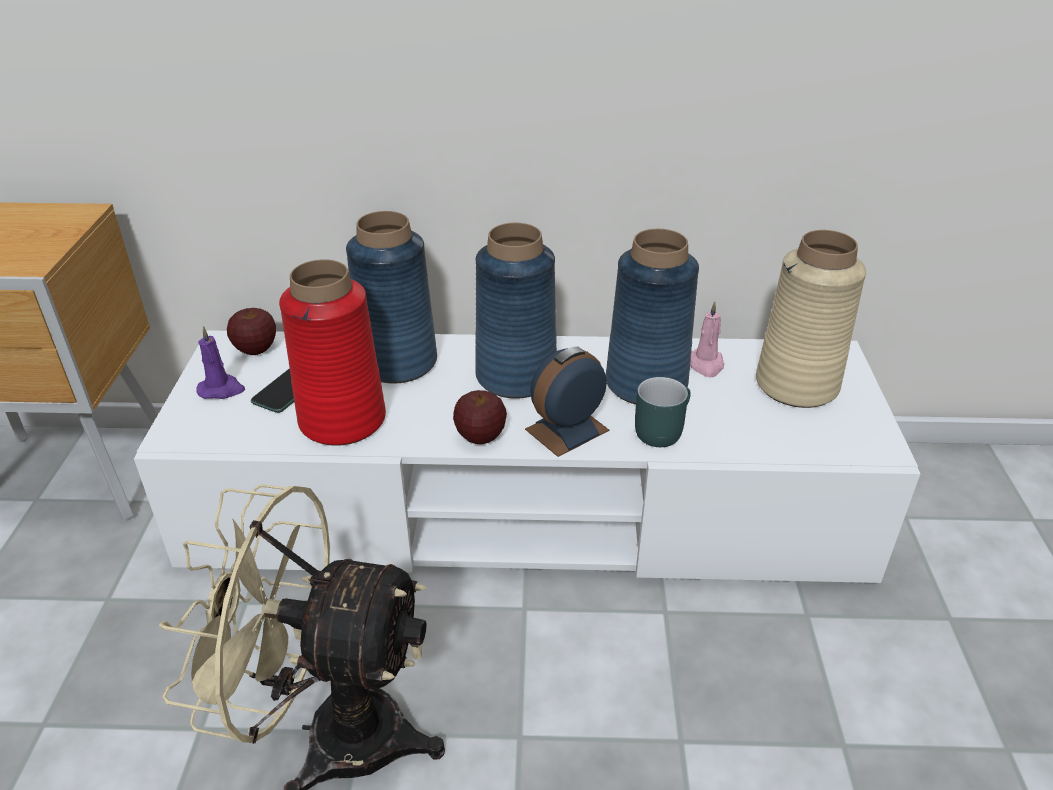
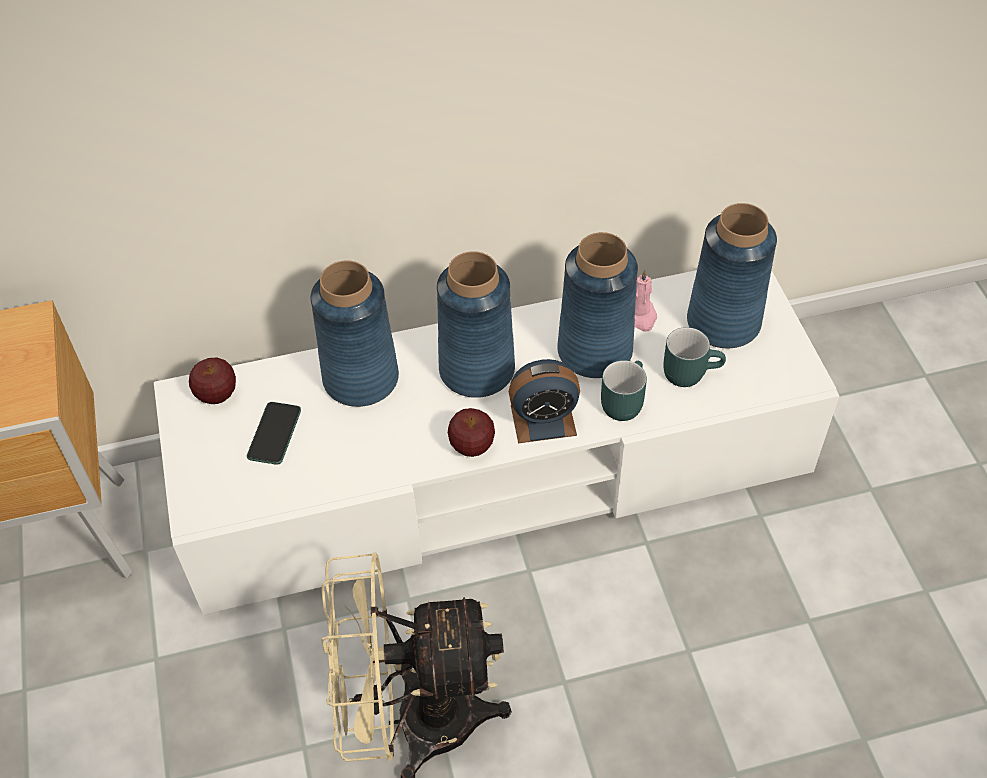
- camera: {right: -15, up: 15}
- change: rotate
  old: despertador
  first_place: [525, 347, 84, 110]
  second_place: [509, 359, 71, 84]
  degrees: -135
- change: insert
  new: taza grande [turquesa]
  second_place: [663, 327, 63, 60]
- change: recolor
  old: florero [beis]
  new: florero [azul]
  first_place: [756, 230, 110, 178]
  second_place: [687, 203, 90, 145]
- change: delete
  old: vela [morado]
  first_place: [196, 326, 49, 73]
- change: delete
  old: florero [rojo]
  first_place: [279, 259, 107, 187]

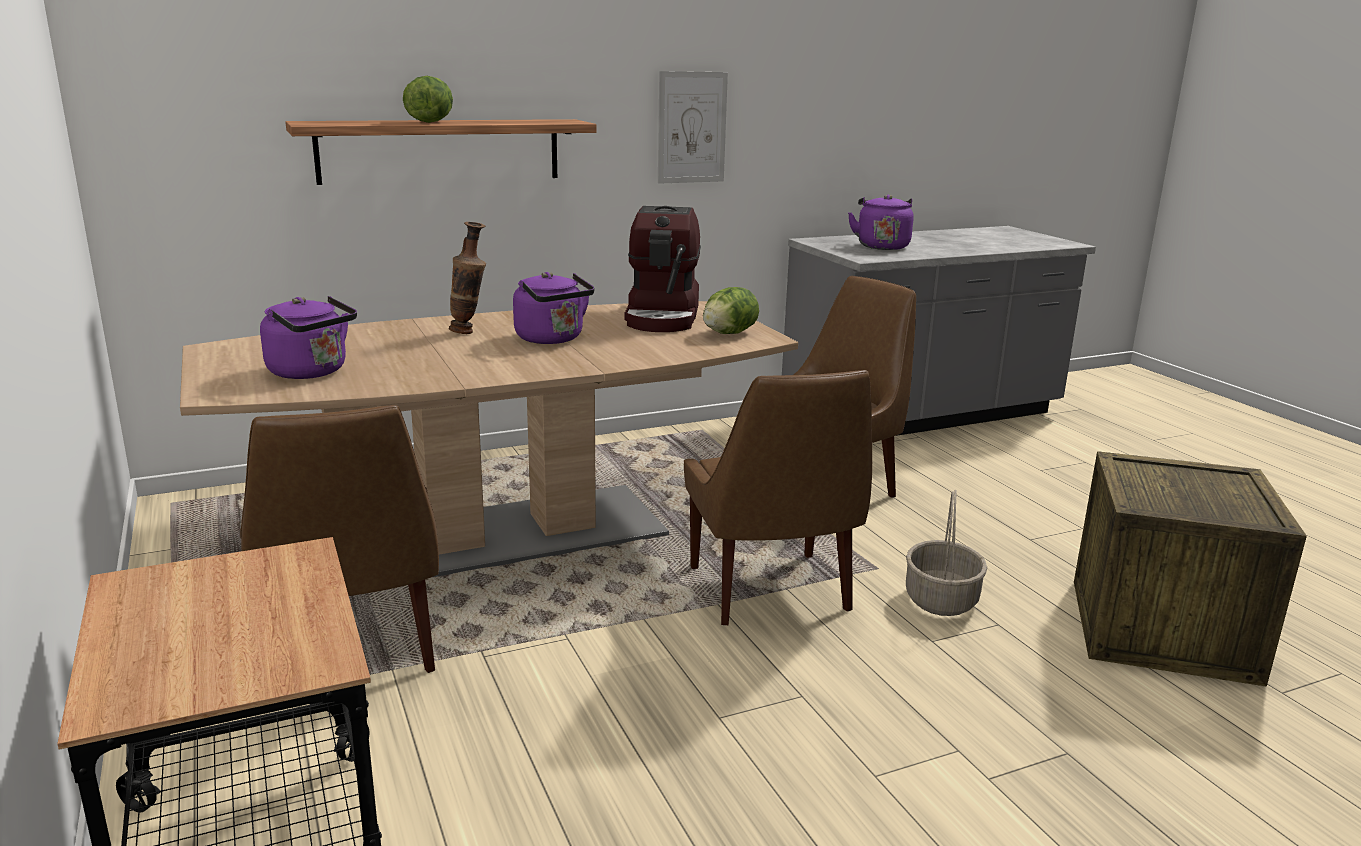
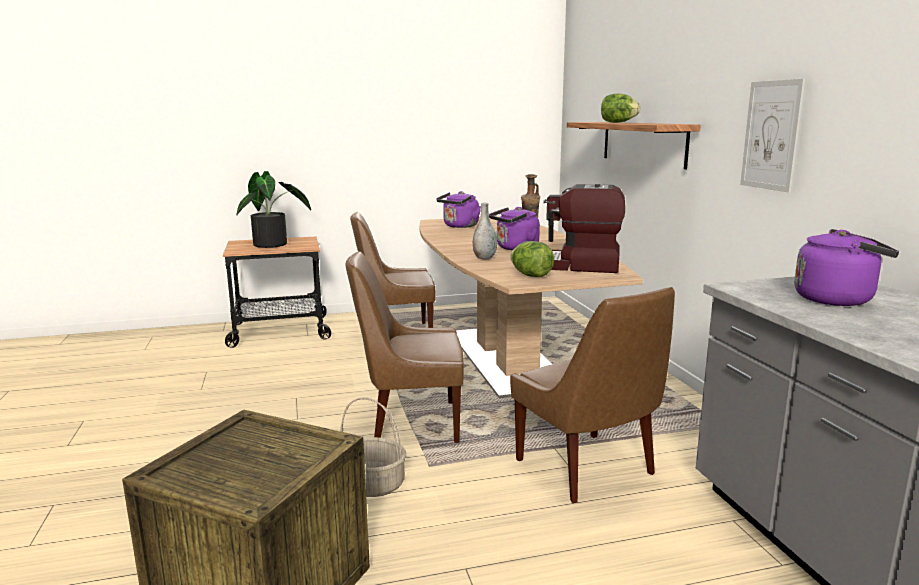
- camera: {right: 100, up: -5}
- change: insert
  new: planta en maceta
  second_place: [237, 171, 74, 77]
- change: insert
  new: florero [gris]
  second_place: [473, 203, 24, 56]

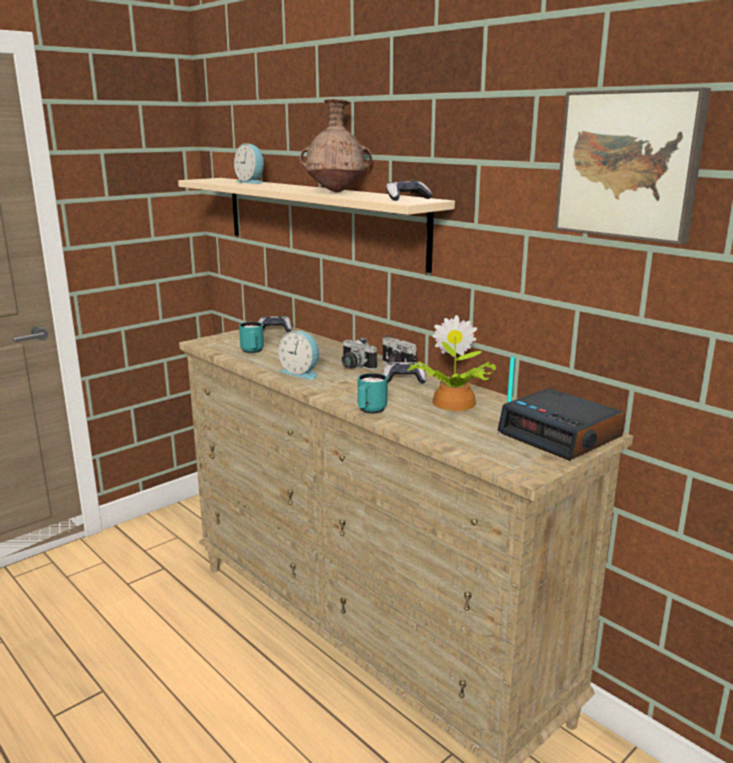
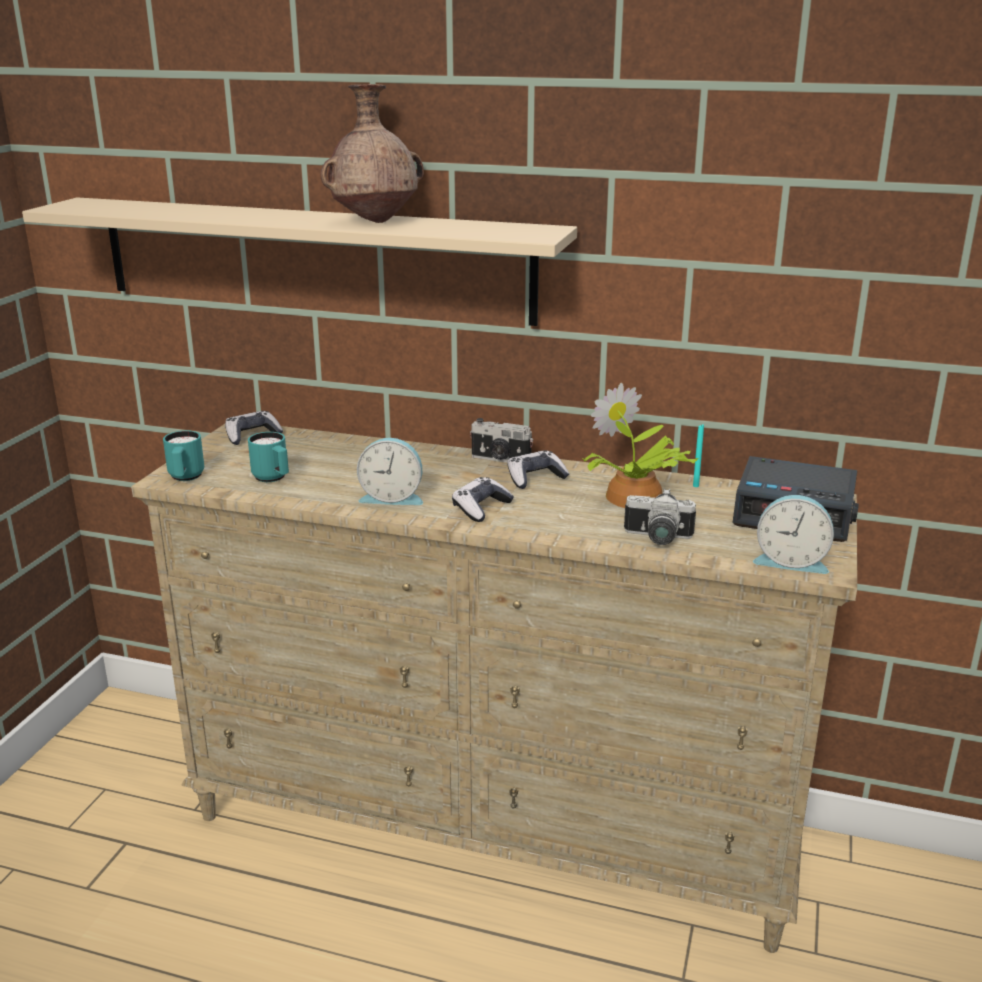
- camera: {right: -30, up: 5}
- change: move
  old: taza grande [turquesa]
  first_place: [358, 373, 30, 41]
  second_place: [163, 431, 41, 50]
- change: move
  old: mando de consola
  first_place: [386, 180, 47, 21]
  second_place: [452, 477, 62, 45]
- change: move
  old: cámara
  first_place: [341, 337, 36, 33]
  second_place: [624, 488, 72, 57]
- change: move
  old: despertador
  first_place: [234, 143, 30, 41]
  second_place: [753, 495, 81, 79]
- change: delete
  old: cuadro
  first_place: [554, 87, 157, 158]

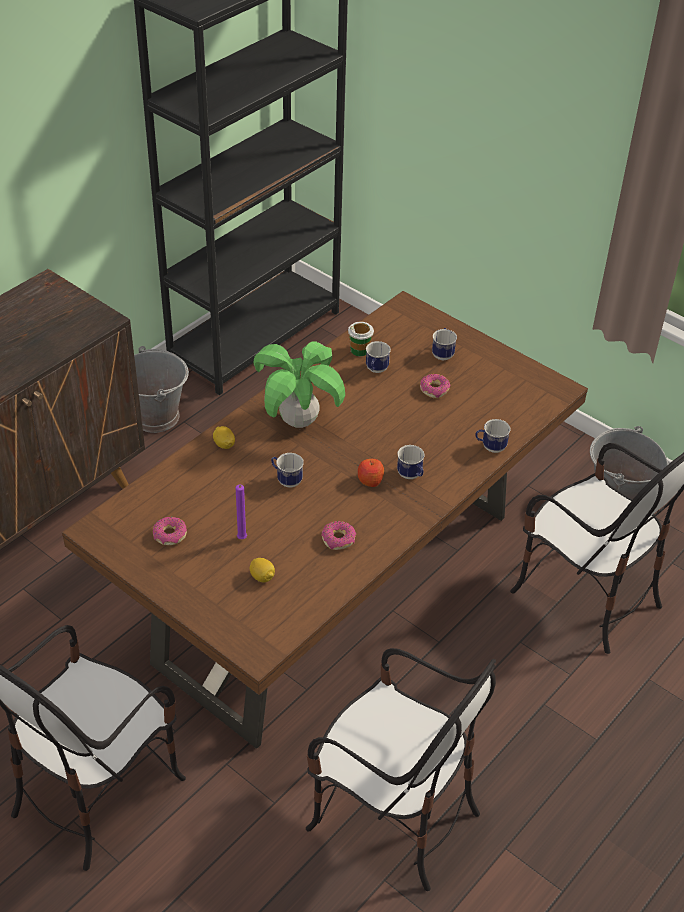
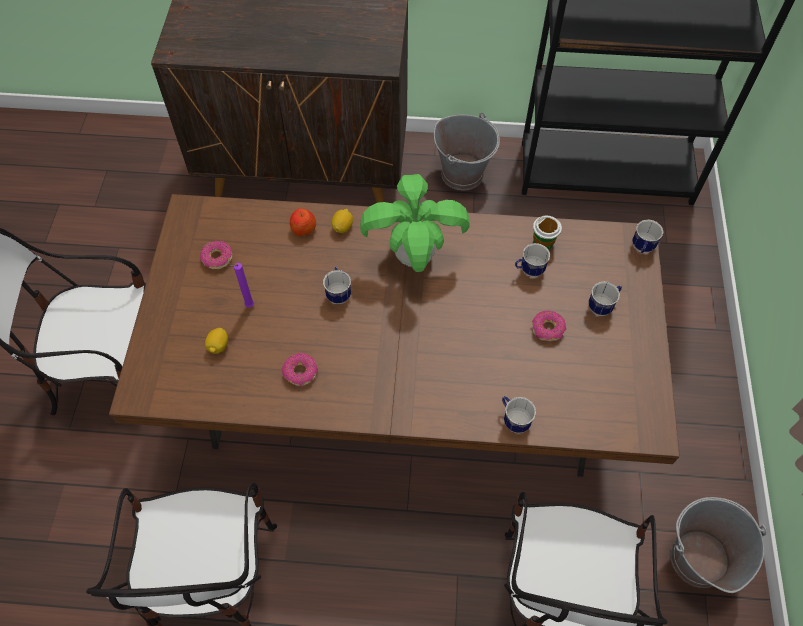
- camera: {right: 55, up: 15}
- change: move
  old: manzana
  first_place: [358, 459, 26, 28]
  second_place: [290, 209, 26, 27]
- change: move
  old: taza grande
  first_place: [397, 445, 27, 34]
  second_place: [632, 220, 31, 33]

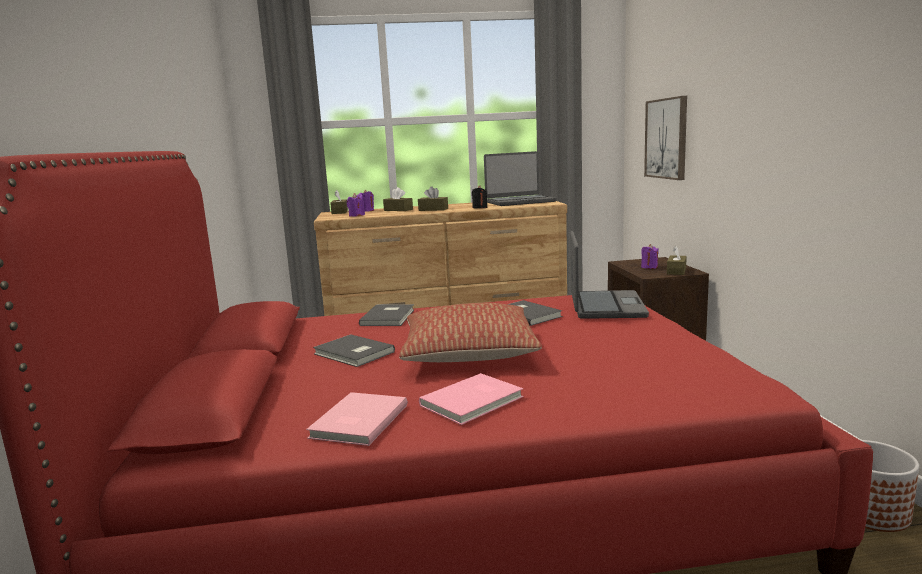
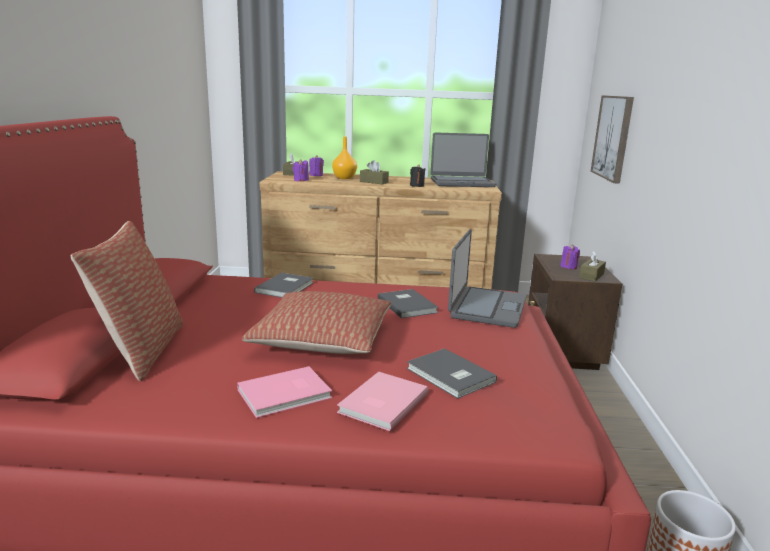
- camera: {right: 10, up: 5}
- change: insert
  new: cojín
  second_place: [71, 221, 112, 160]
- change: replace
  old: caja de pañuelos [marrón]
  new: florero [naranja]
  first_place: [383, 187, 30, 24]
  second_place: [332, 137, 25, 42]
- change: move
  old: libro [rosa]
  first_place: [306, 392, 102, 54]
  second_place: [337, 372, 91, 59]
- change: move
  old: libro [gris]
  first_place: [313, 334, 82, 33]
  second_place: [407, 348, 90, 51]

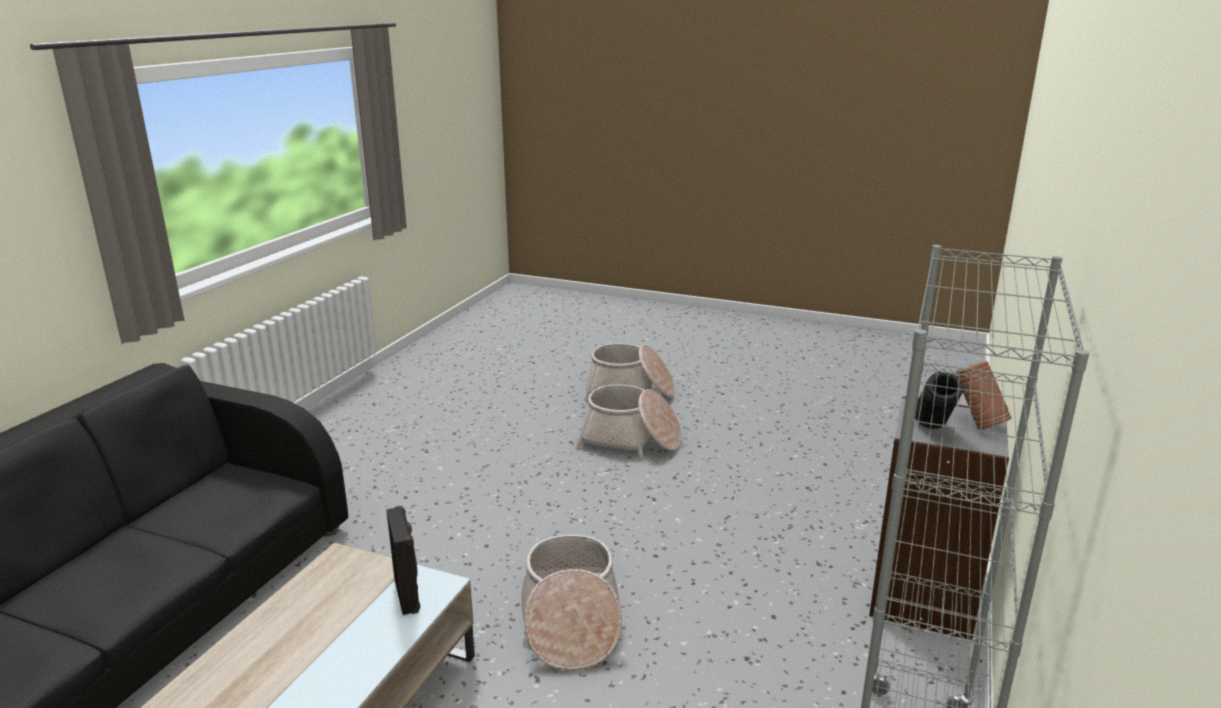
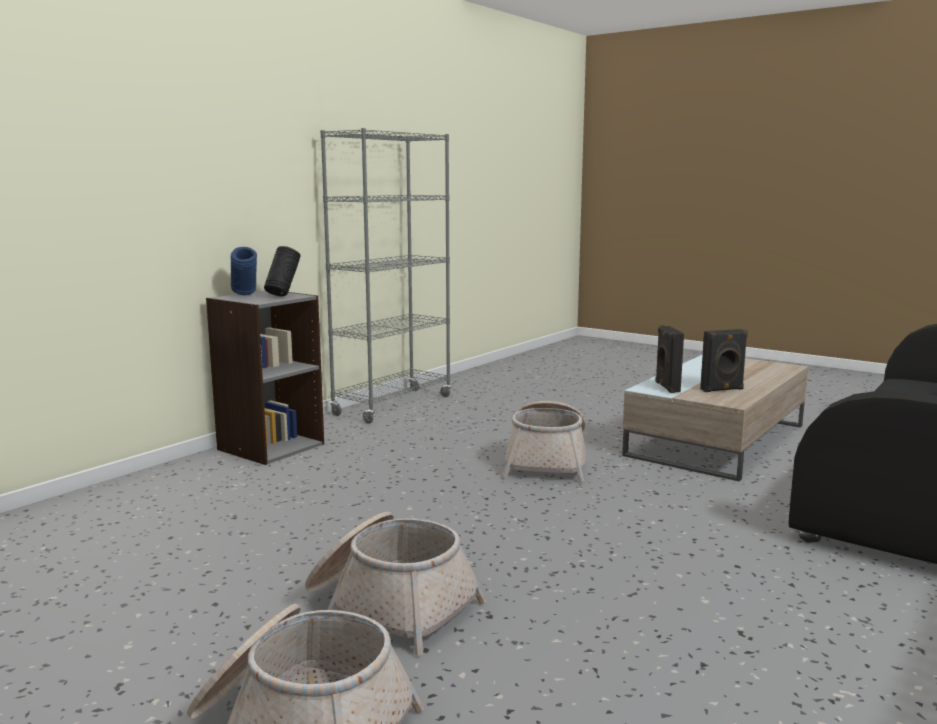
- camera: {right: -165, up: -10}
- change: recolor
  old: florero [marrón]
  new: florero [azul]
  first_place: [956, 361, 55, 68]
  second_place: [231, 247, 26, 48]
- change: insert
  new: altavoz [negro]
  second_place: [700, 329, 48, 63]

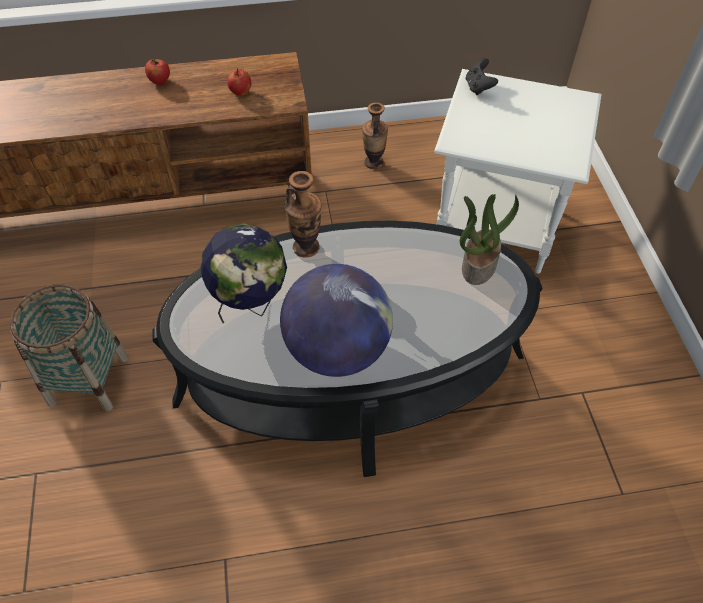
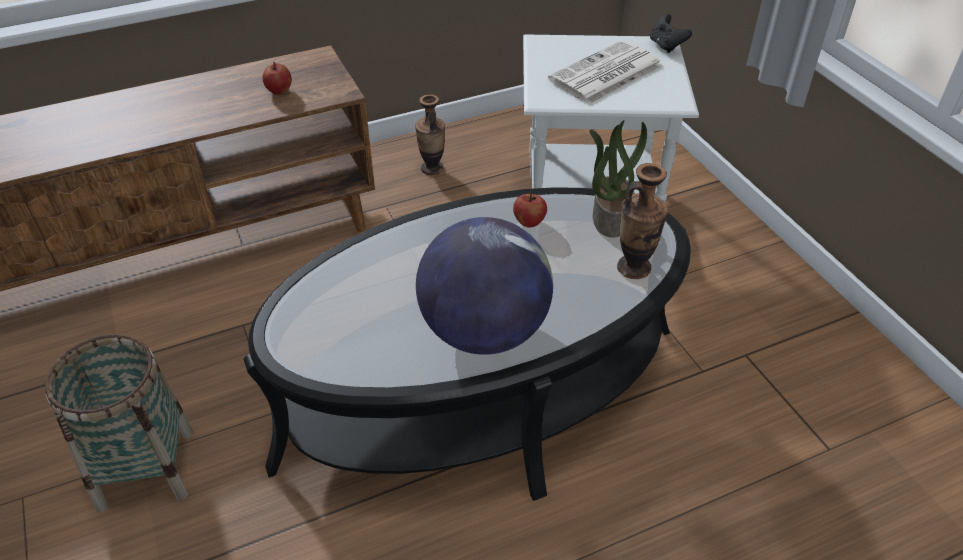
- camera: {right: -15, up: -10}
- change: move
  old: manzana
  first_place: [145, 58, 25, 27]
  second_place: [513, 193, 34, 35]
- change: insert
  new: periódico
  second_place: [548, 40, 114, 65]
- change: move
  old: florero
  first_place: [284, 171, 38, 87]
  second_place: [617, 163, 51, 116]
- change: move
  old: mando de consola [negro]
  first_place: [465, 58, 33, 37]
  second_place: [650, 14, 42, 39]
- change: delete
  old: globo terráqueo
  first_place: [200, 224, 87, 99]

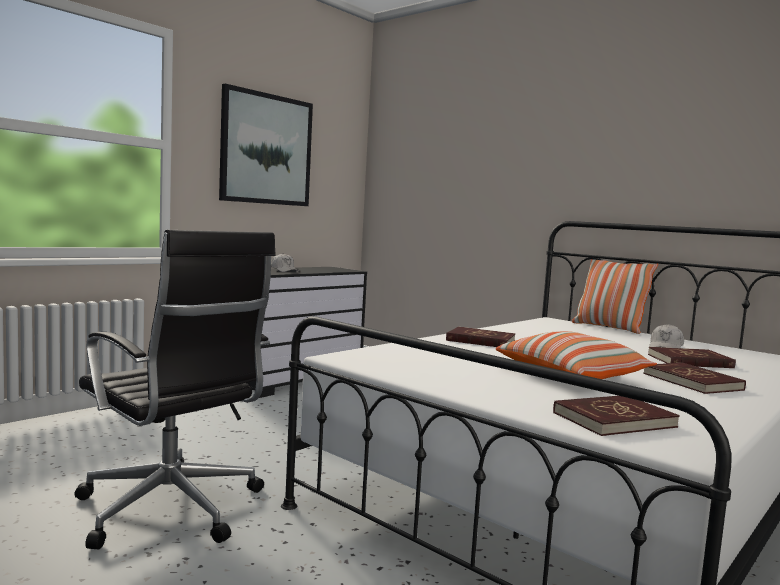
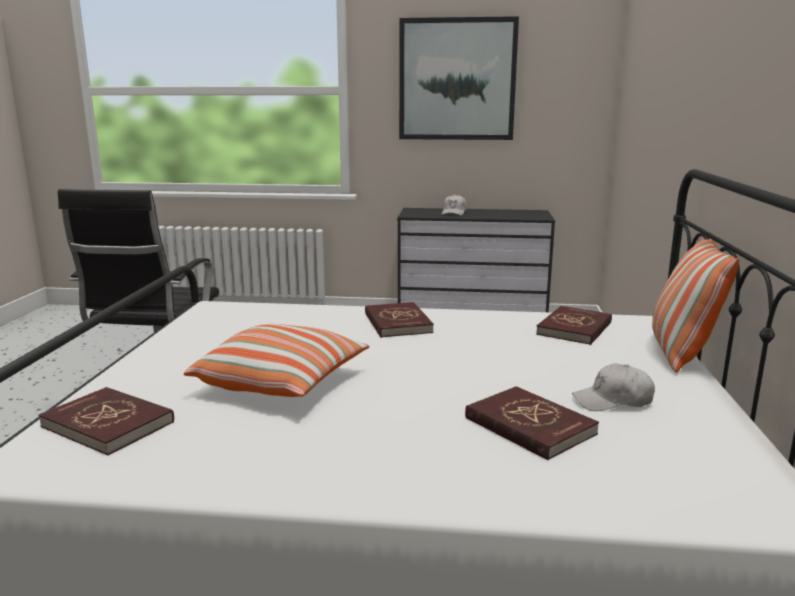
- camera: {right: 55, up: 10}
- change: move
  old: libro [rojo]
  first_place: [643, 362, 103, 32]
  second_place: [536, 306, 76, 39]

